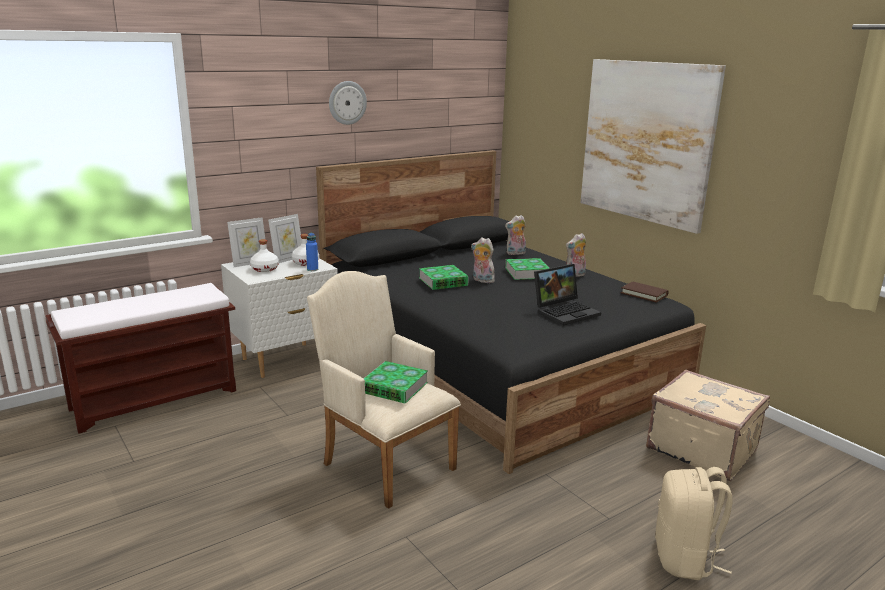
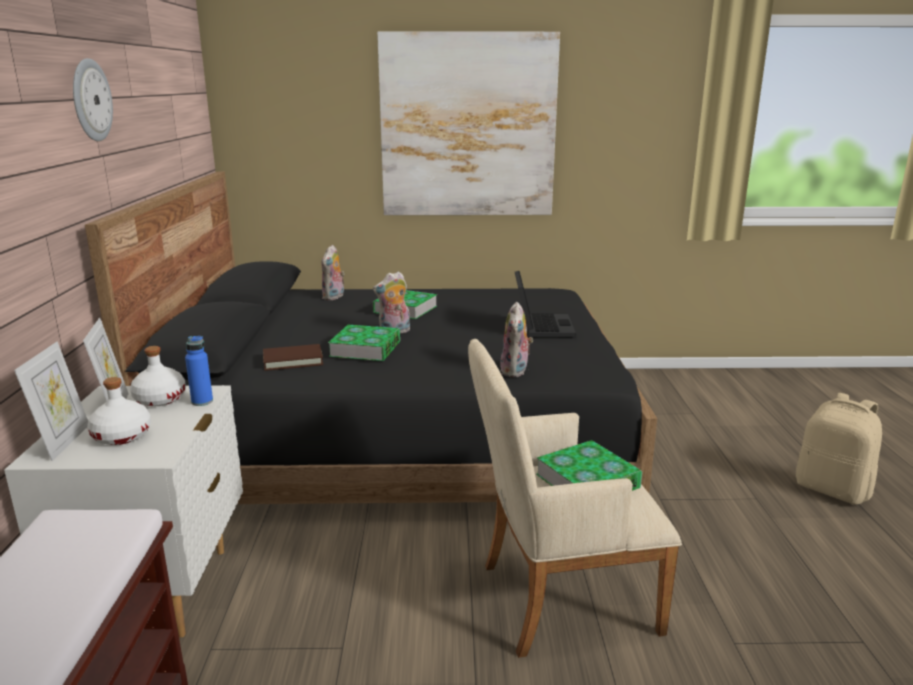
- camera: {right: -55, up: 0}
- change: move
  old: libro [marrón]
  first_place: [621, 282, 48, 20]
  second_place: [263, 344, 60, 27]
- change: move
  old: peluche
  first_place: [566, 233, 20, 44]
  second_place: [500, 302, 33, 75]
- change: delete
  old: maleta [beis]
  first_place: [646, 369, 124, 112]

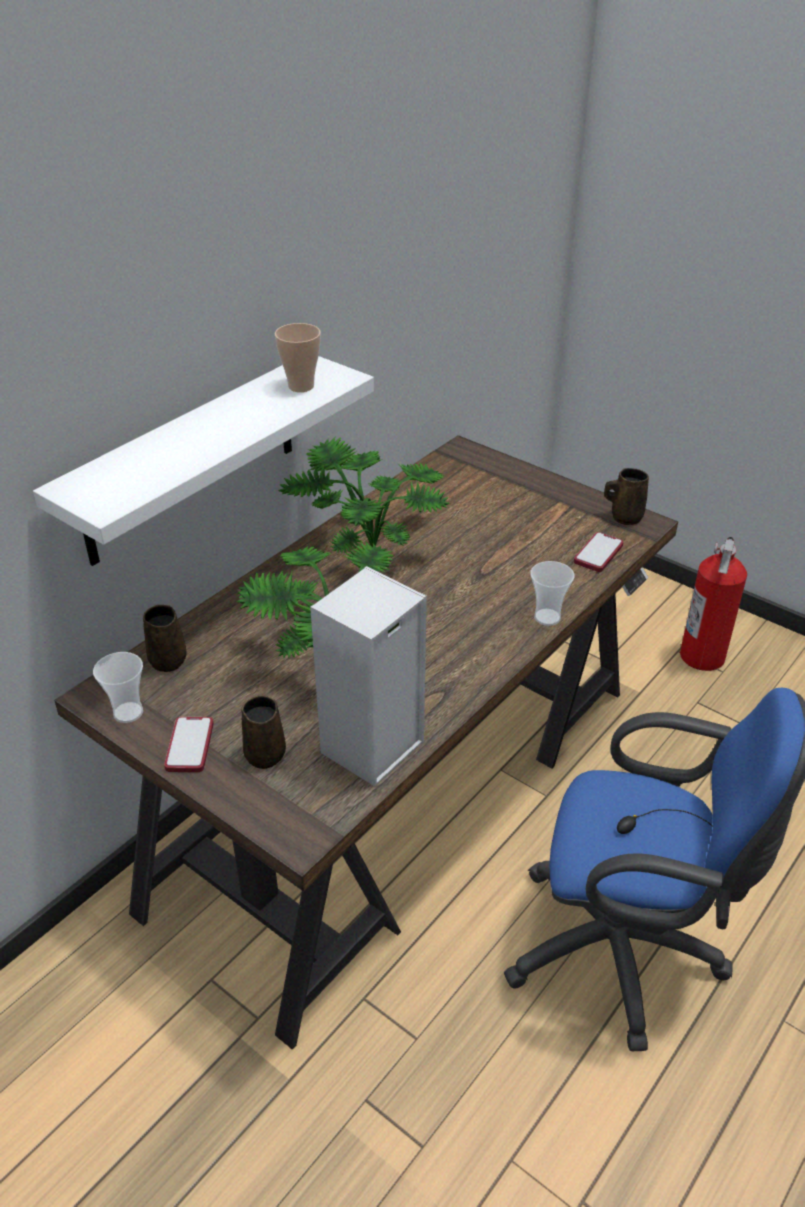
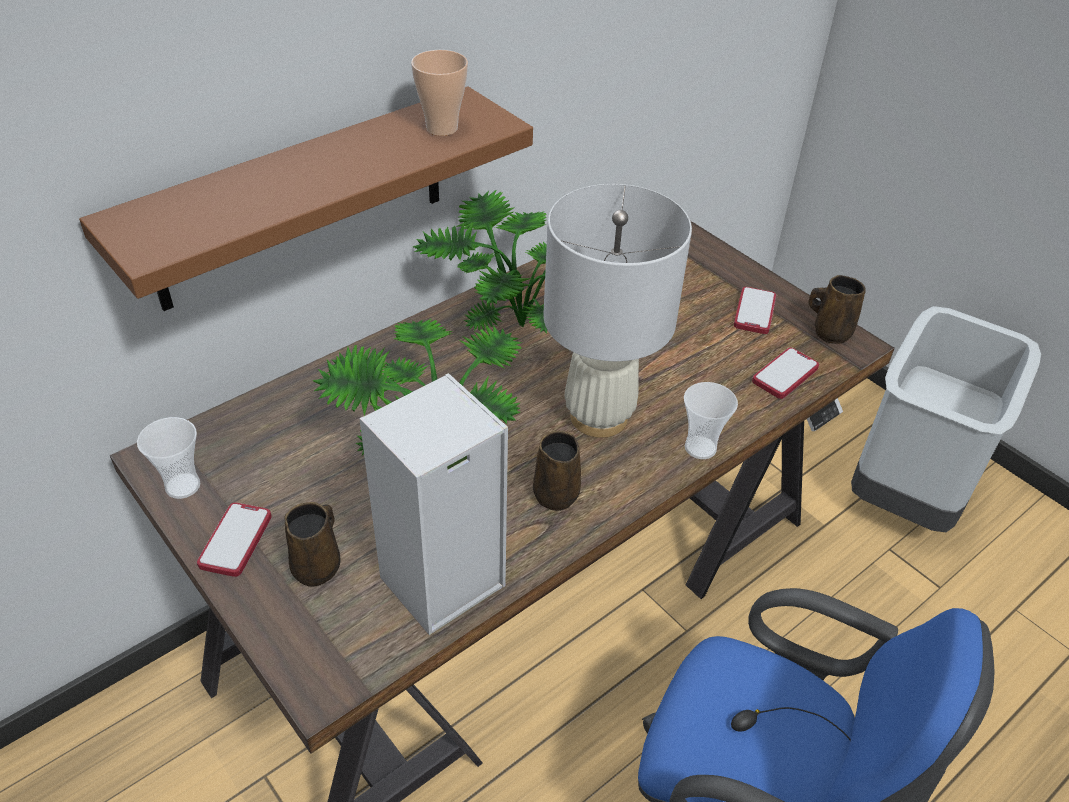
- camera: {right: 10, up: 5}
- change: recolor
  old: estante [blanco]
  new: estante [marrón]
  first_place: [33, 356, 341, 210]
  second_place: [79, 86, 454, 225]
- change: move
  old: taza grande [marrón]
  first_place: [143, 605, 44, 67]
  second_place: [533, 430, 48, 81]
- change: insert
  new: lámpara de mesa [blanco]
  second_place: [543, 184, 149, 254]
- change: insert
  new: móvil
  second_place: [734, 287, 42, 47]
- change: replace
  old: extintor
  new: papelera [gris]
  first_place: [680, 537, 67, 134]
  second_place: [851, 306, 190, 226]

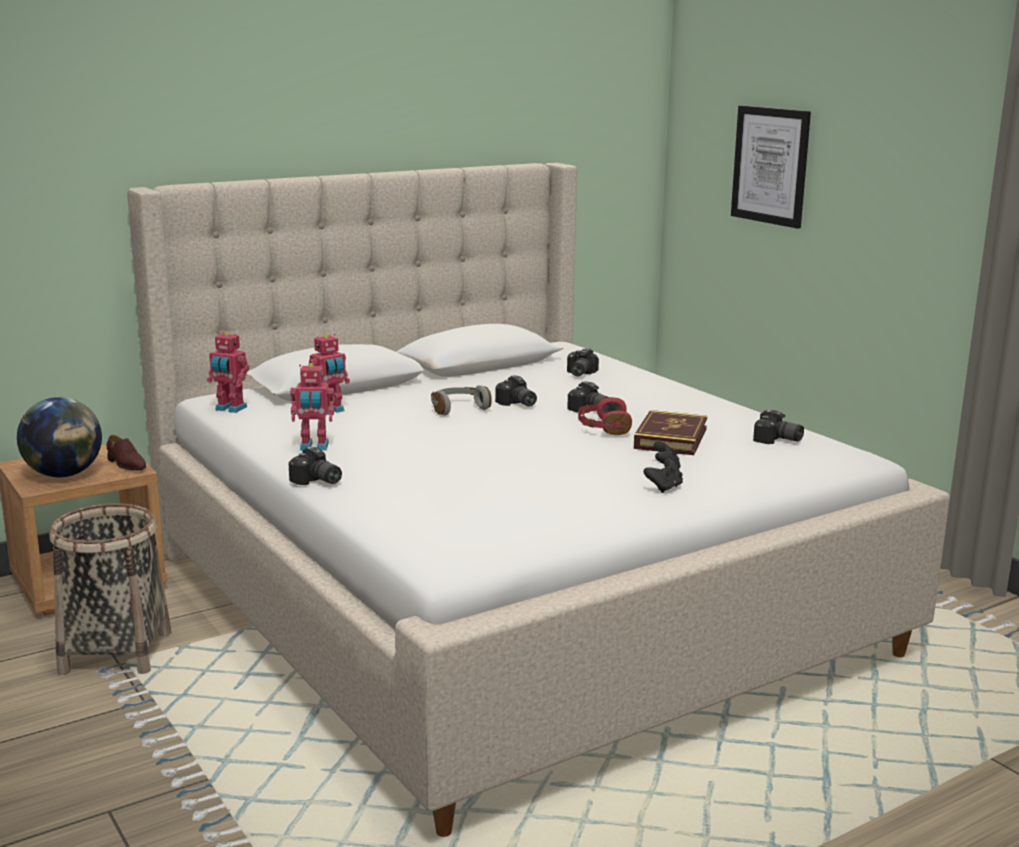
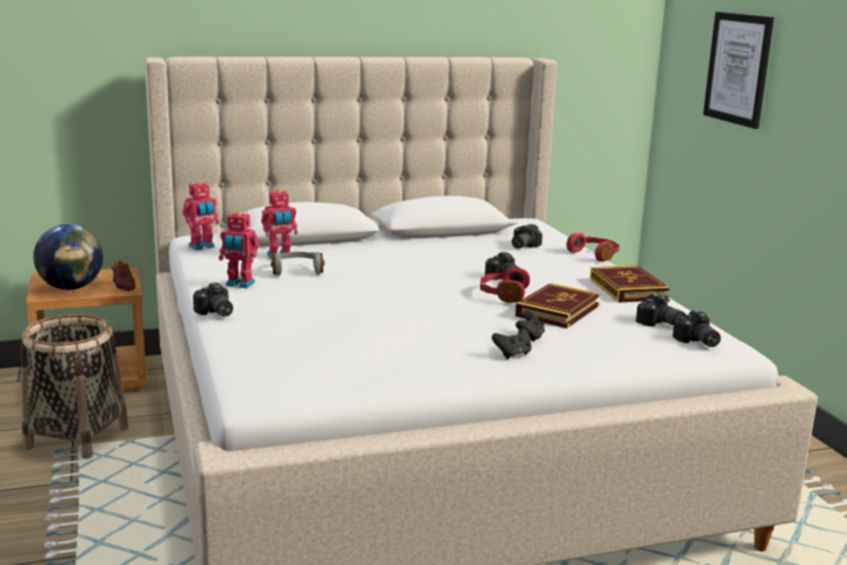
- camera: {right: 15, up: 0}
- change: rotate
  old: robot de juguete
  first_place: [207, 332, 42, 81]
  second_place: [182, 181, 37, 69]
  degrees: -75
- change: move
  old: auriculares [gris]
  first_place: [431, 385, 61, 30]
  second_place: [271, 252, 54, 24]
- change: insert
  new: auriculares [rojo]
  second_place: [567, 233, 52, 28]
- change: insert
  new: libro
  second_place: [590, 265, 80, 38]
- change: move
  old: cámara
  first_place: [495, 375, 42, 31]
  second_place: [673, 310, 48, 37]

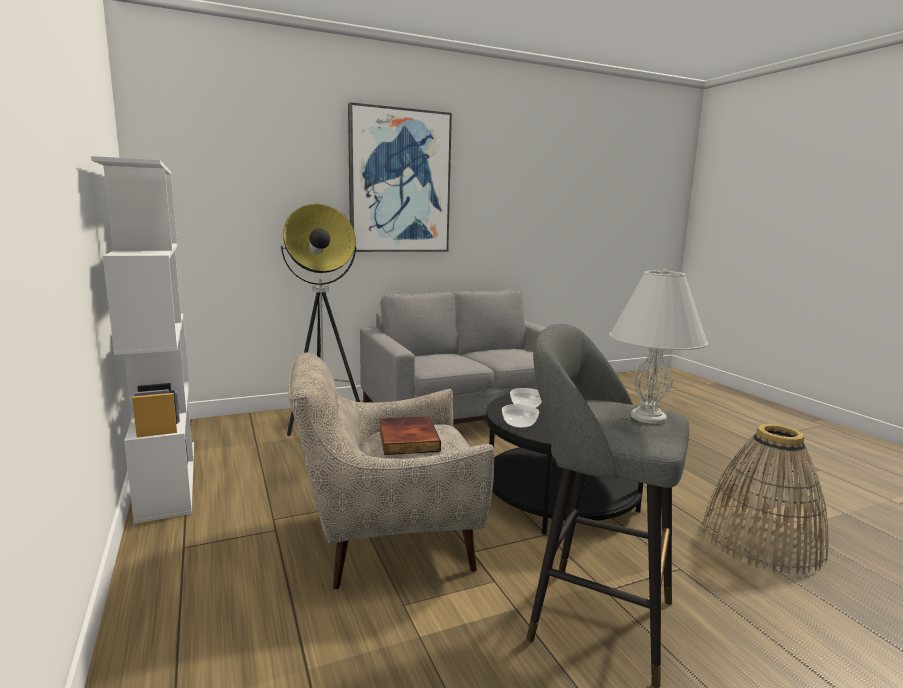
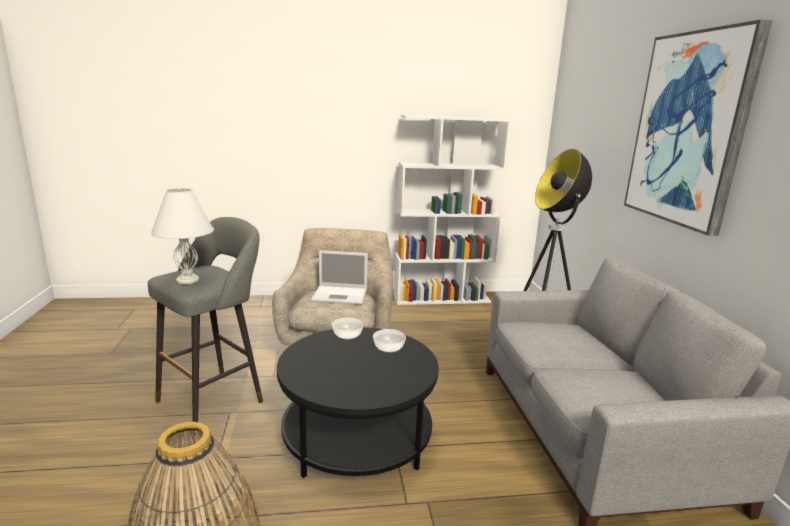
- camera: {right: 105, up: 5}
- change: replace
  old: libro
  new: portátil
  first_place: [379, 416, 62, 39]
  second_place: [311, 250, 57, 55]

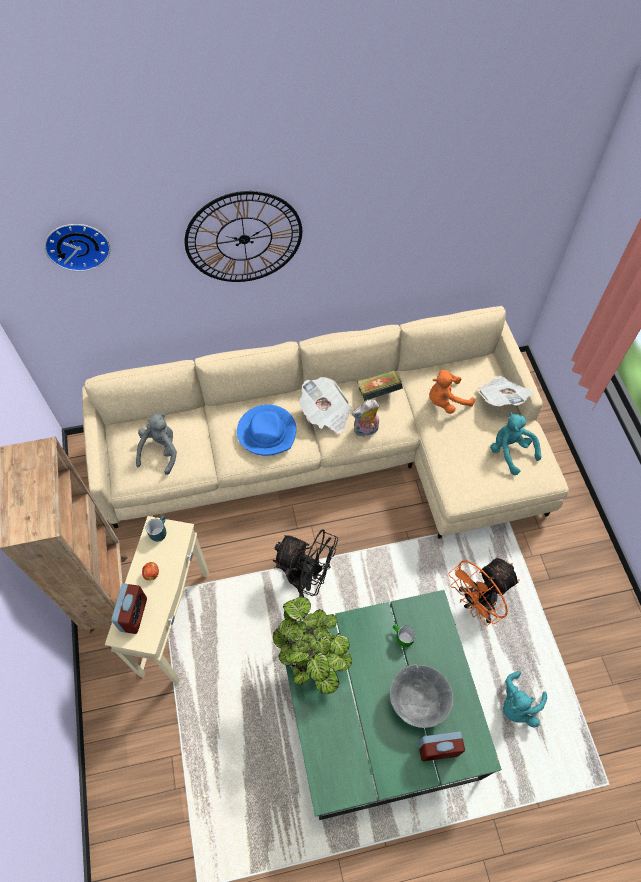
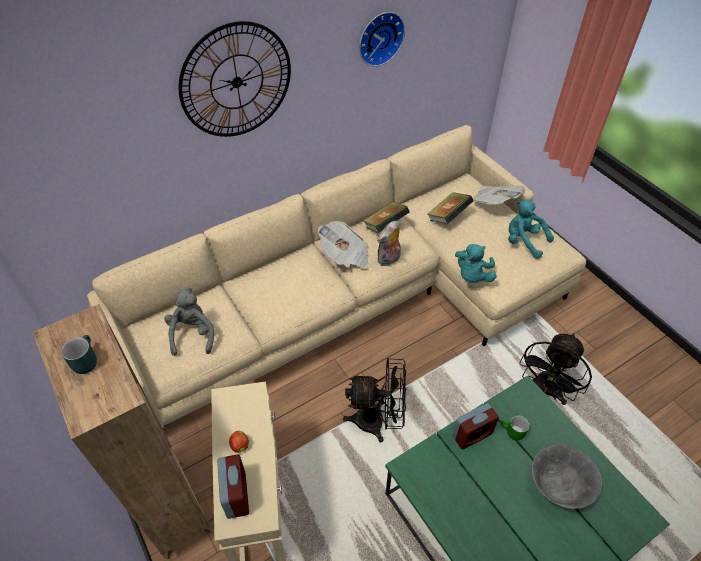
- camera: {right: -20, up: -10}
- change: move
  old: taza grande [turquesa]
  first_place: [146, 516, 20, 26]
  second_place: [61, 335, 36, 39]
- change: move
  old: reloj de pared
  first_place: [44, 224, 66, 47]
  second_place: [359, 12, 46, 55]
- change: replace
  old: peluche [naranja]
  new: libro
  first_place: [429, 370, 45, 44]
  second_place: [428, 192, 45, 32]
- change: move
  old: despertador
  first_place: [418, 731, 47, 30]
  second_place: [452, 403, 47, 47]
- change: move
  old: peluche [turquesa]
  first_place: [503, 671, 44, 56]
  second_place: [455, 244, 42, 39]
- change: recolor
  old: ventilador [naranja]
  new: ventilador [negro]
  first_place: [449, 557, 71, 69]
  second_place: [519, 333, 73, 72]
- change: delete
  old: sombrero [azul]
  first_place: [237, 405, 59, 51]
- change: delete
  old: planta en maceta
  first_place: [273, 597, 79, 97]

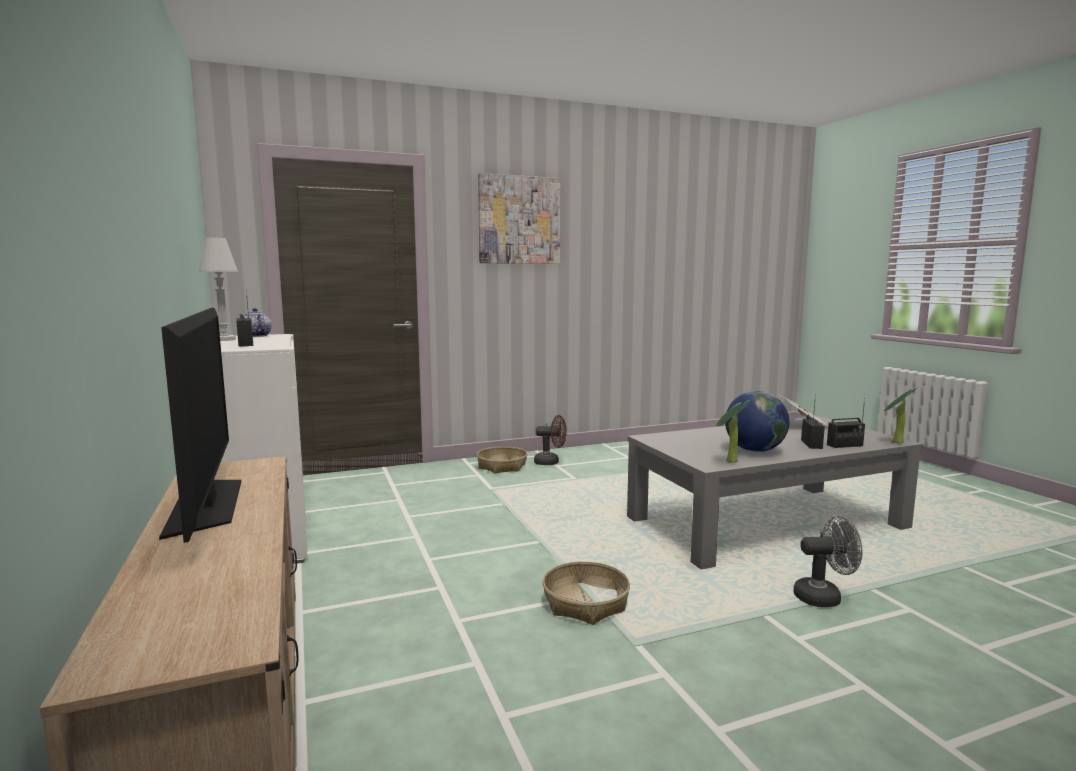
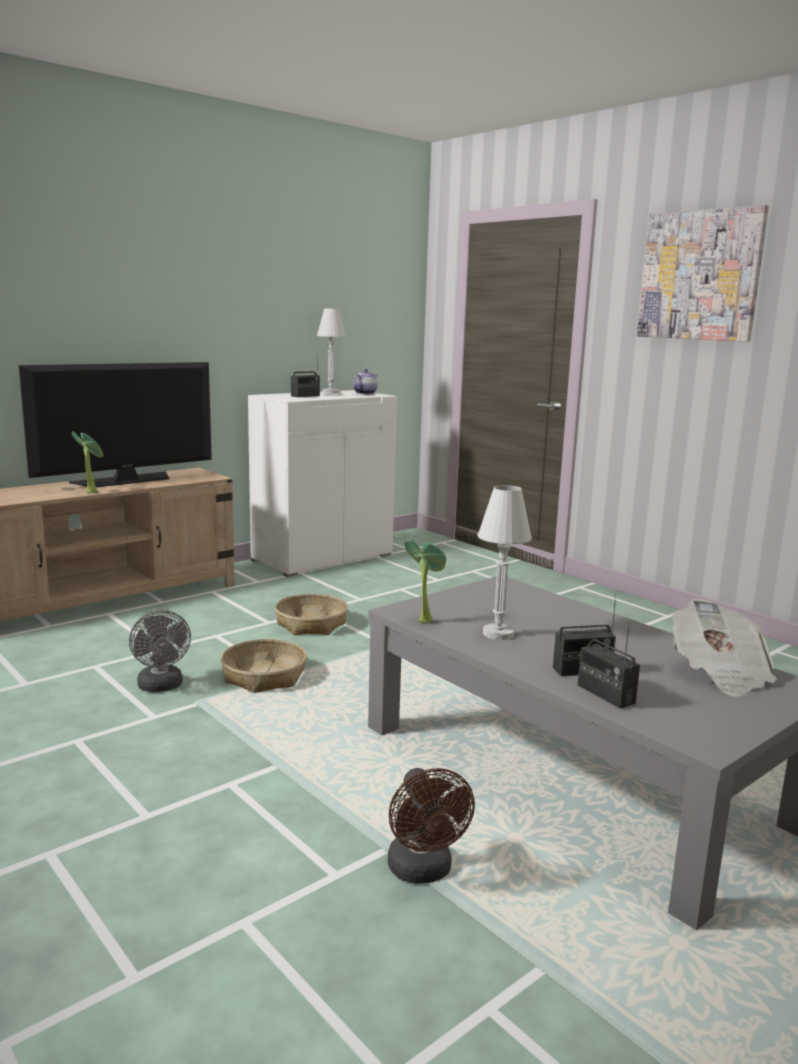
- camera: {right: 70, up: 5}
- change: move
  old: planta en maceta
  first_place: [884, 387, 34, 57]
  second_place: [71, 432, 33, 61]
- change: move
  old: ventilador [gris]
  first_place: [794, 516, 68, 91]
  second_place: [129, 610, 62, 82]
- change: move
  old: cesta
  first_place: [477, 446, 50, 28]
  second_place: [275, 594, 73, 41]
- change: move
  old: ventilador [marrón]
  first_place: [534, 415, 33, 50]
  second_place: [388, 768, 87, 116]
- change: replace
  old: globo terráqueo
  new: lámpara de mesa [blanco]
  first_place: [725, 391, 64, 61]
  second_place: [477, 485, 55, 155]

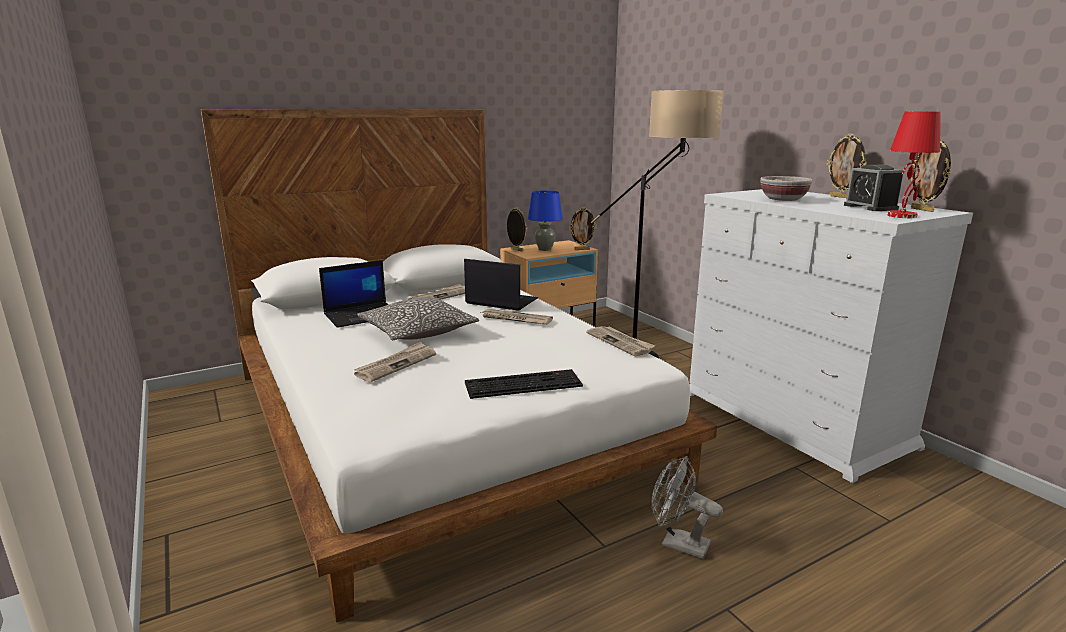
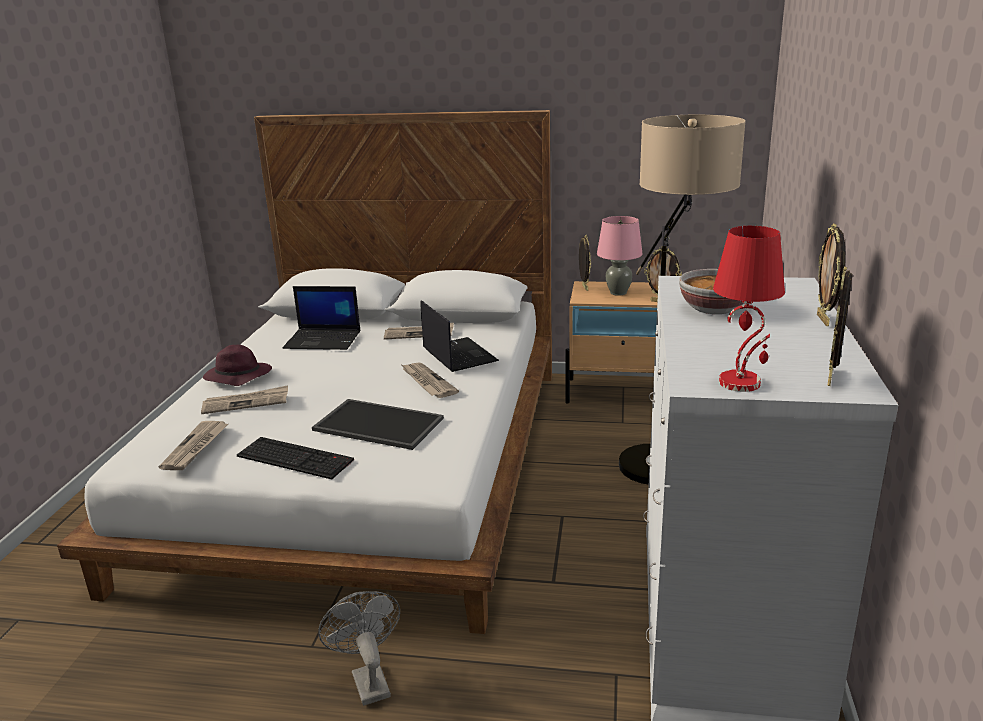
- camera: {right: 40, up: 5}
- change: move
  old: periódico
  first_place: [586, 326, 69, 30]
  second_place: [159, 421, 69, 49]
- change: insert
  new: sombrero [morado]
  second_place: [203, 345, 69, 41]
- change: insert
  new: bandeja
  second_place: [312, 399, 132, 51]
- change: recolor
  old: lámpara de mesa [azul]
  new: lámpara de mesa [rosa]
  first_place: [528, 190, 34, 61]
  second_place: [597, 216, 46, 80]
- change: delete
  old: cojín
  first_place: [357, 298, 122, 42]
- change: delete
  old: despertador
  first_place: [844, 165, 59, 46]

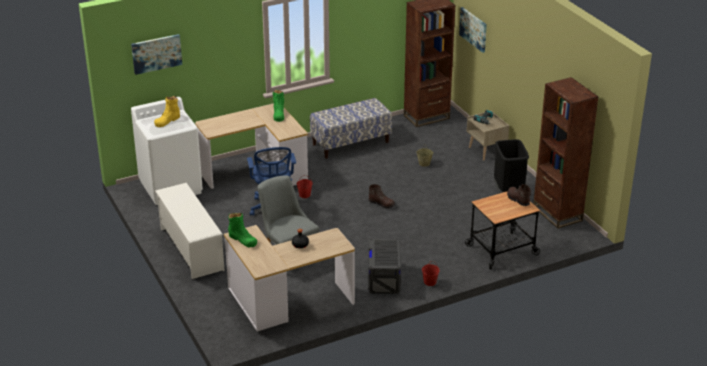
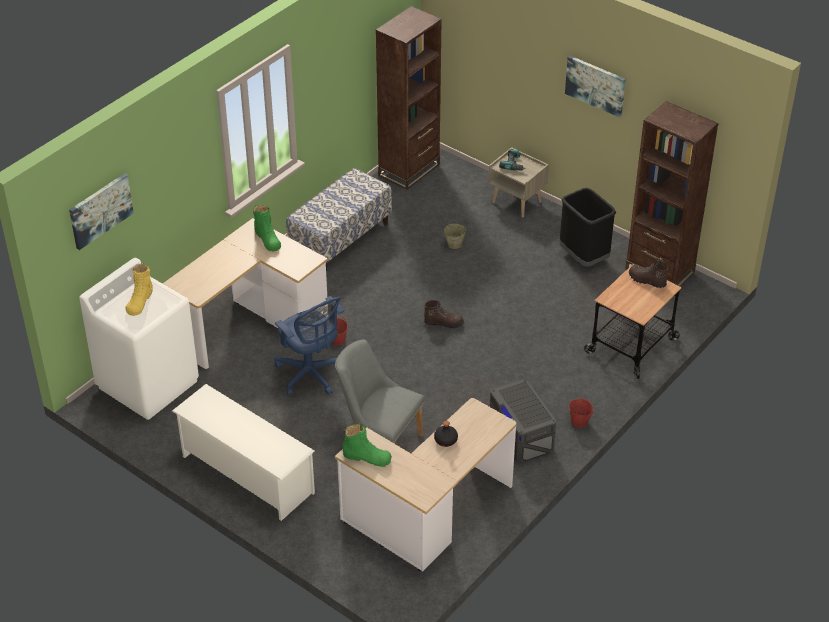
- camera: {right: -25, up: 10}
- change: move
  old: cuadro
  first_place: [459, 7, 28, 46]
  second_place: [565, 56, 61, 62]

